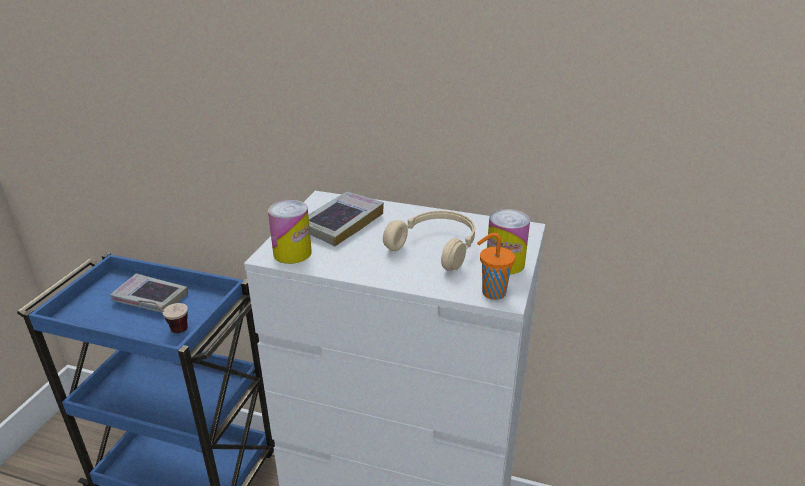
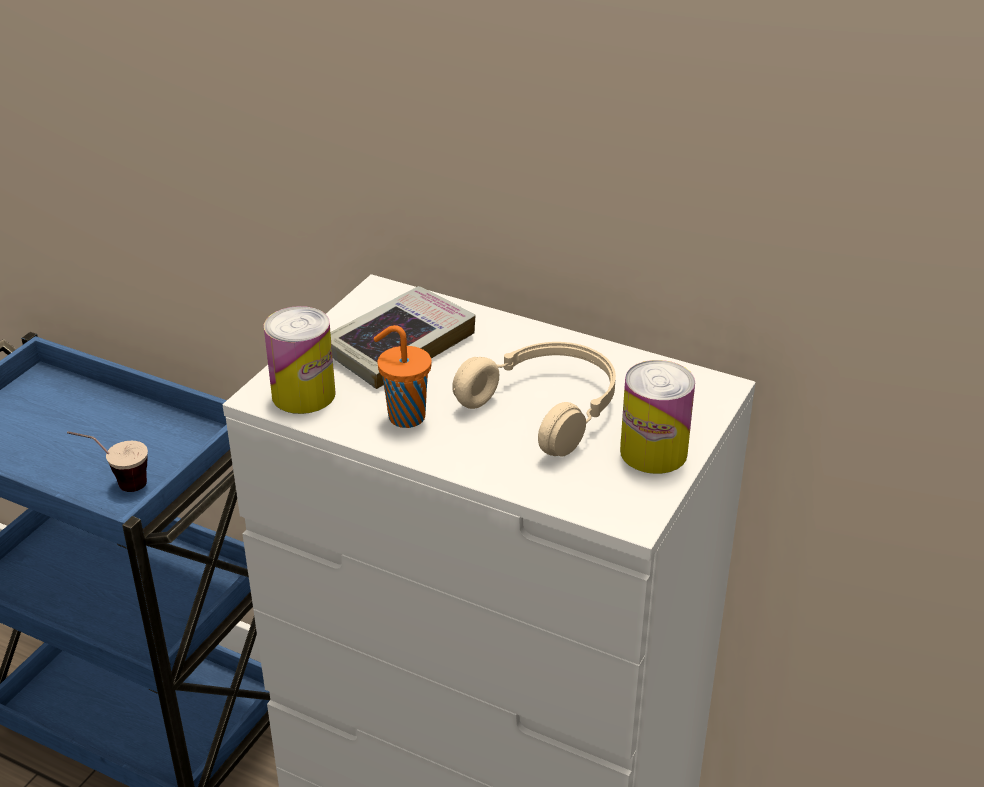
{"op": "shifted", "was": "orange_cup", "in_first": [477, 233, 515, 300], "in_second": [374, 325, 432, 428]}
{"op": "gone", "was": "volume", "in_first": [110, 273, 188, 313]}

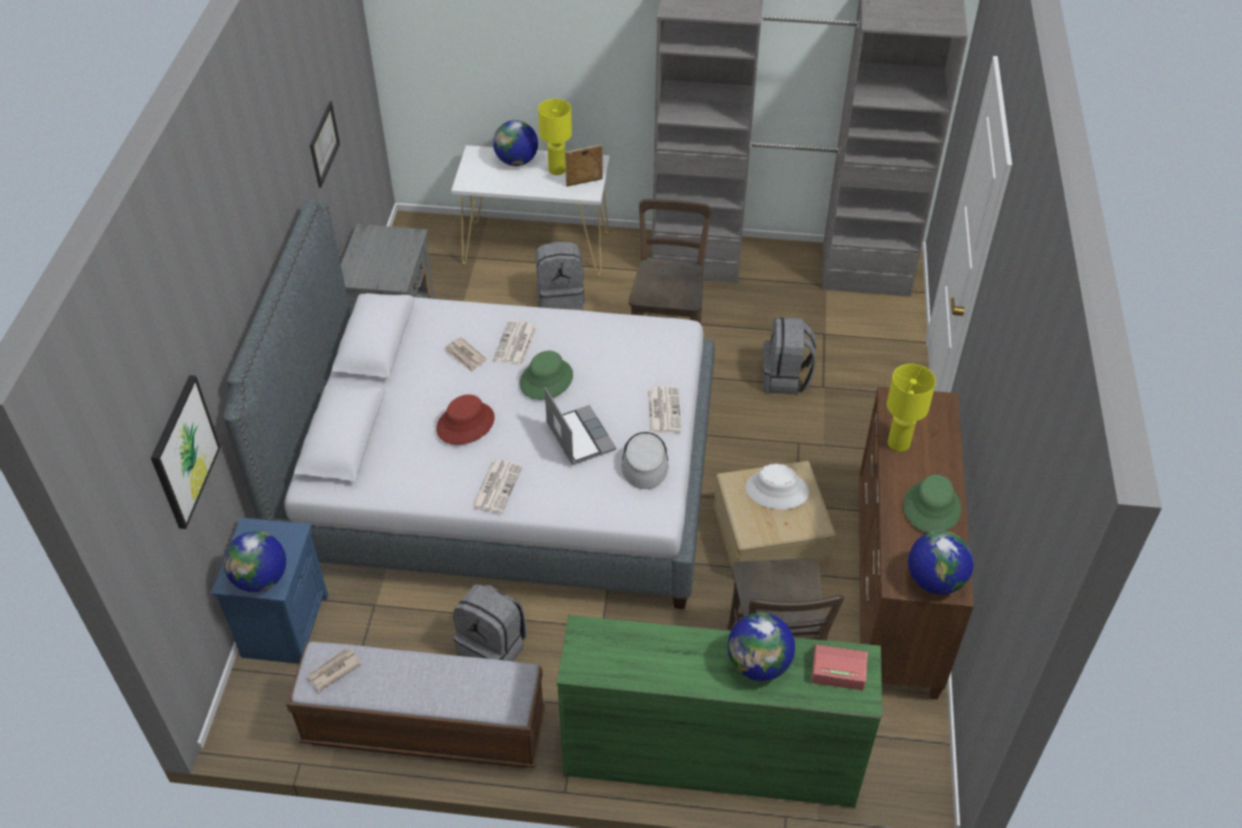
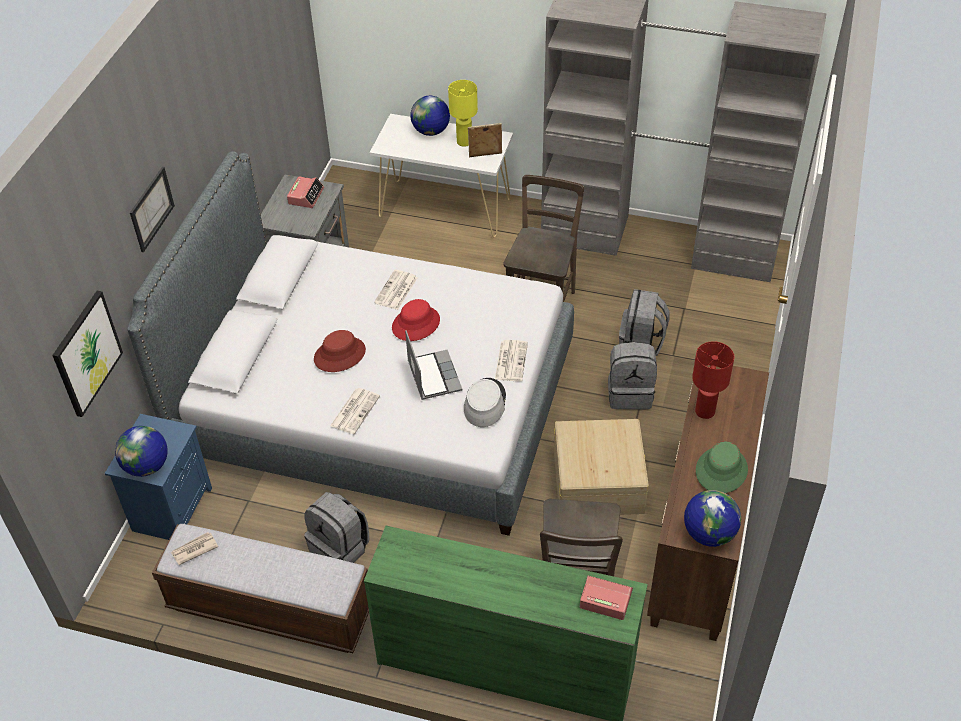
{"op": "shifted", "was": "picture", "in_first": [310, 101, 340, 188], "in_second": [130, 167, 175, 252]}
{"op": "new", "now": "alarm_clock", "in_second": [287, 176, 324, 208]}
{"op": "repainted", "was": "green_hat", "now": "reddish_hat", "in_first": [519, 351, 573, 400], "in_second": [392, 299, 440, 341]}
{"op": "shifted", "was": "grey_rucksack", "in_first": [535, 242, 585, 310], "in_second": [608, 342, 657, 409]}
{"op": "repainted", "was": "yellowish_tabletop_lamp", "now": "reddish_tabletop_lamp", "in_first": [887, 364, 936, 452], "in_second": [692, 341, 734, 419]}
{"op": "gone", "was": "daily_paper", "in_first": [444, 337, 487, 372]}
{"op": "gone", "was": "world_globe", "in_first": [728, 613, 795, 681]}
{"op": "gone", "was": "whitish_hat", "in_first": [745, 464, 809, 509]}

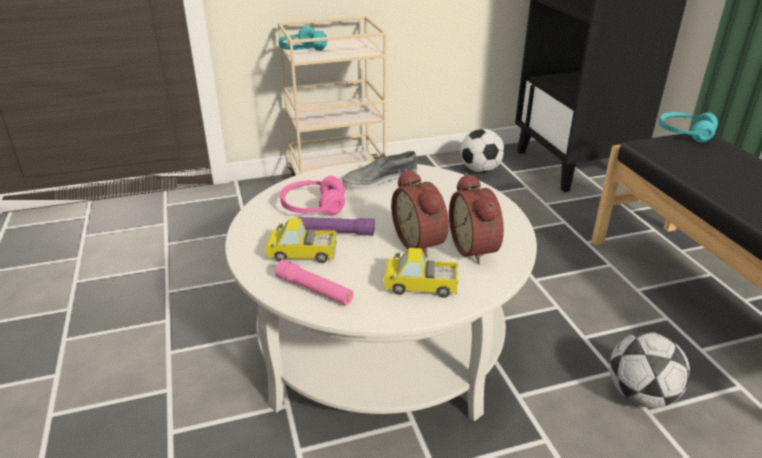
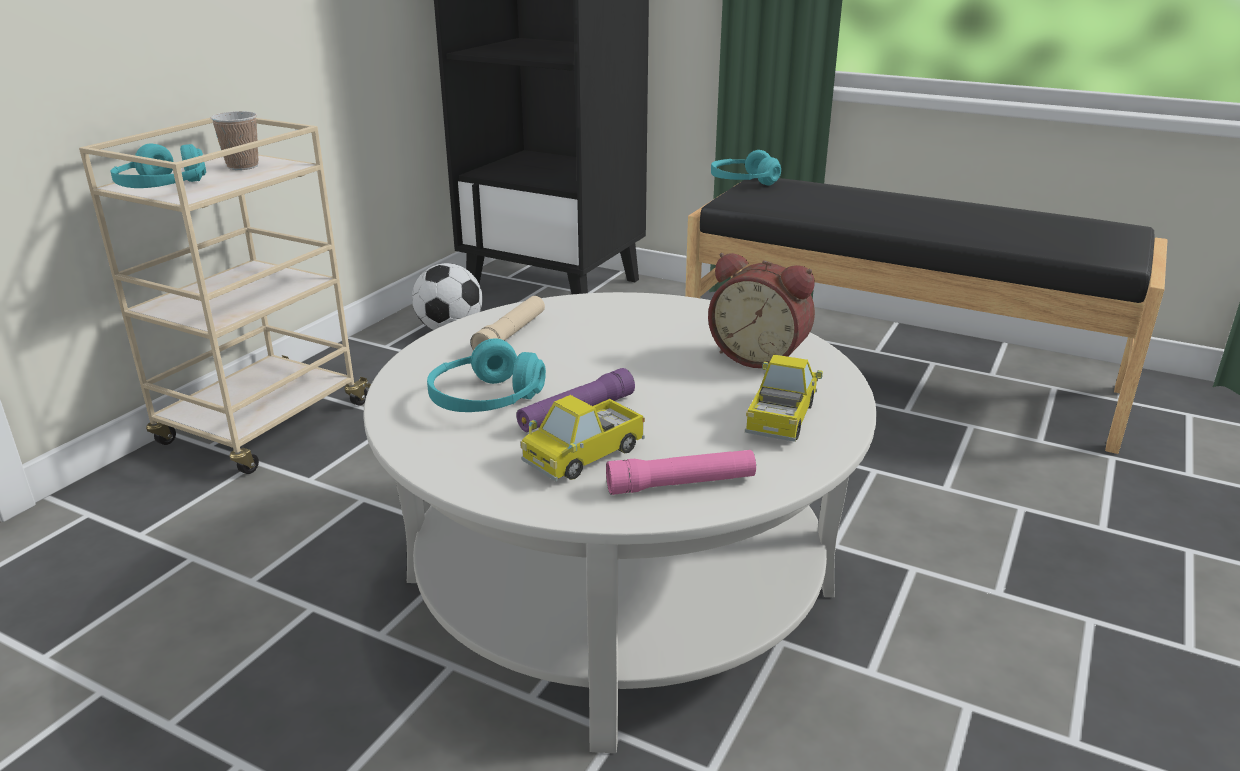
{"op": "new", "now": "cup", "in_second": [210, 111, 259, 170]}
{"op": "repainted", "was": "pink-coloured_pair_of_headphones", "now": "turquoise-coloured_pair_of_headphones", "in_first": [280, 176, 345, 216], "in_second": [427, 338, 546, 412]}
{"op": "swapped", "was": "grey_low_shoe", "now": "beige-coloured_hand_torch", "in_first": [342, 151, 417, 189], "in_second": [470, 296, 545, 351]}
{"op": "rotated", "was": "model_truck", "in_first": [383, 248, 458, 298], "in_second": [745, 355, 823, 442], "clockwise": 150}
{"op": "gone", "was": "alarm_clock", "in_first": [391, 169, 449, 258]}
{"op": "gone", "was": "football", "in_first": [609, 332, 690, 408]}

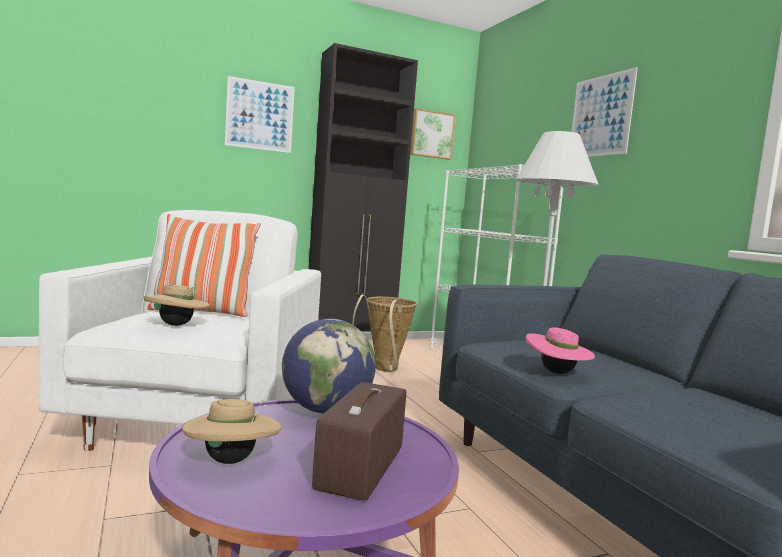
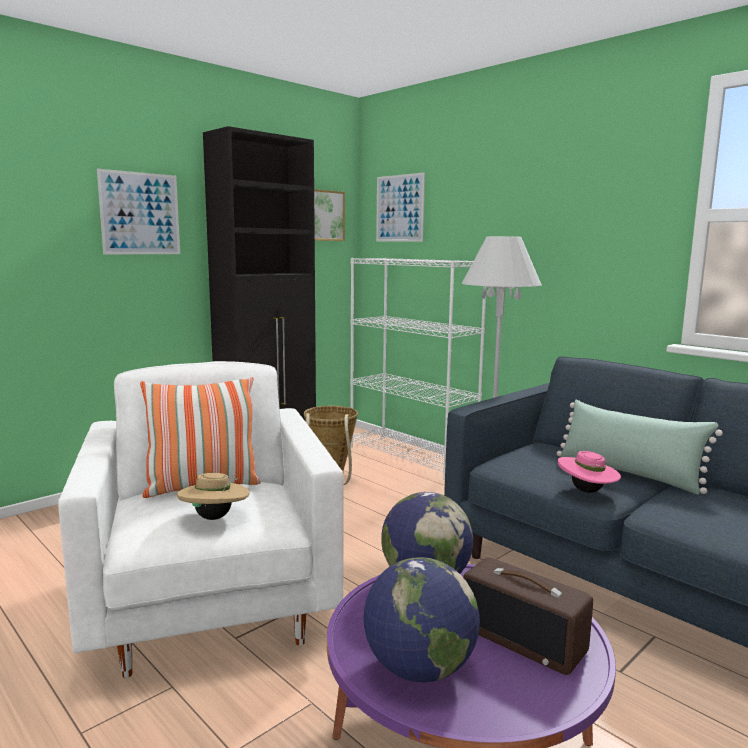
{"op": "swapped", "was": "beige-coloured_hat", "now": "world_globe", "in_first": [182, 399, 281, 464], "in_second": [363, 557, 480, 682]}
{"op": "shifted", "was": "picture", "in_first": [571, 67, 638, 157], "in_second": [376, 172, 425, 242]}
{"op": "rotated", "was": "radio", "in_first": [312, 382, 406, 501], "in_second": [463, 557, 593, 675], "clockwise": -45}
{"op": "new", "now": "green_throw_pillow", "in_second": [557, 399, 723, 495]}

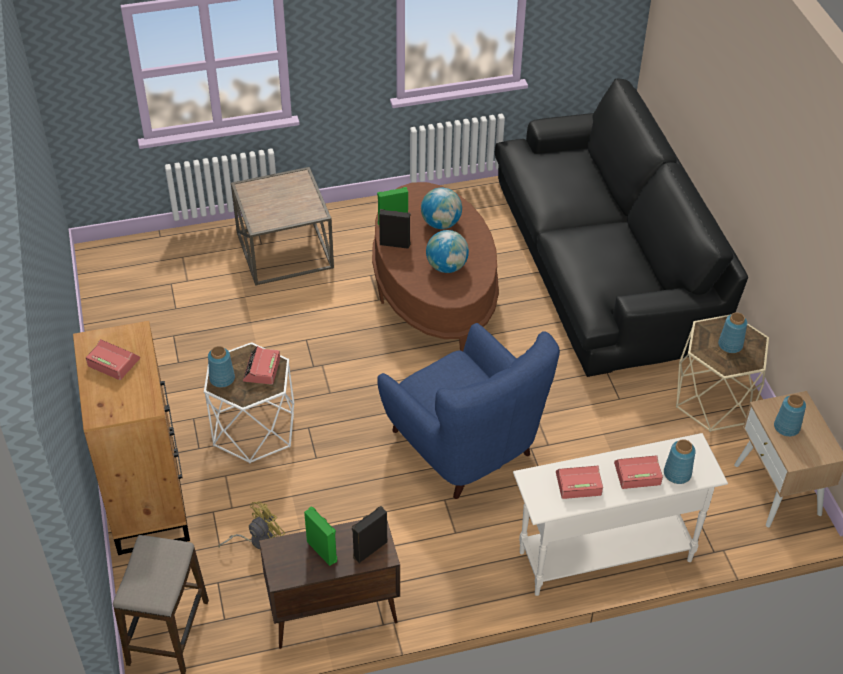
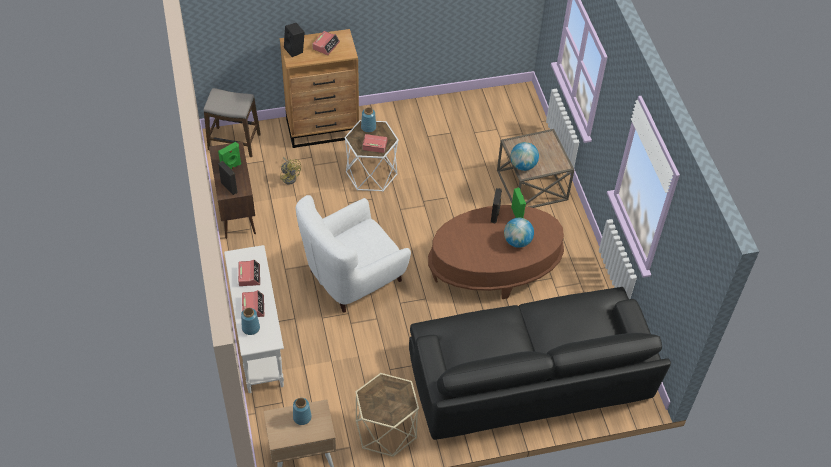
{"op": "new", "now": "black-coloured_speaker", "in_second": [284, 23, 305, 57]}
{"op": "repainted", "was": "bluish_easy_chair", "now": "whitish_easy_chair", "in_first": [377, 323, 560, 499], "in_second": [296, 195, 411, 313]}
{"op": "shifted", "was": "world_globe", "in_first": [426, 230, 469, 273], "in_second": [510, 142, 539, 171]}
{"op": "gone", "was": "bluish_vase", "in_first": [718, 312, 747, 353]}

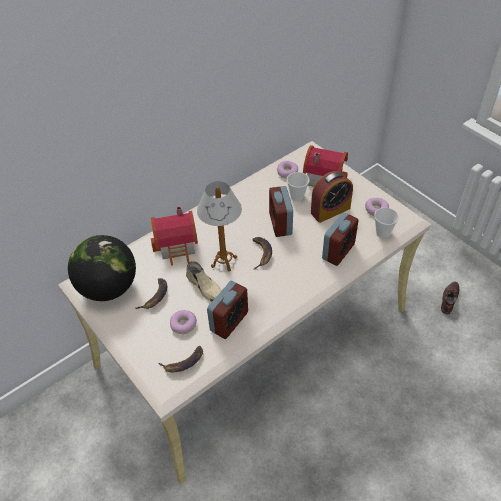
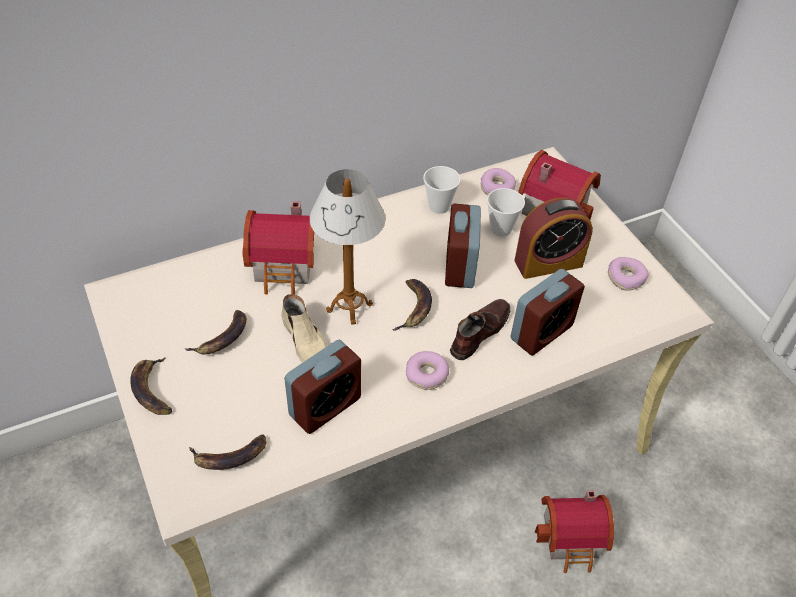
{"op": "new", "now": "whole_banana", "in_second": [130, 358, 172, 415]}
{"op": "shifted", "was": "doughnut", "in_first": [170, 310, 197, 334], "in_second": [406, 351, 449, 390]}
{"op": "shifted", "was": "cup", "in_first": [374, 207, 399, 238], "in_second": [423, 166, 461, 214]}
{"op": "shifted", "was": "brownish_low_shoe", "in_first": [441, 282, 459, 315], "in_second": [450, 299, 510, 360]}
{"op": "new", "now": "model_house", "in_second": [535, 490, 614, 573]}
{"op": "gone", "was": "world_globe", "in_first": [68, 235, 136, 301]}

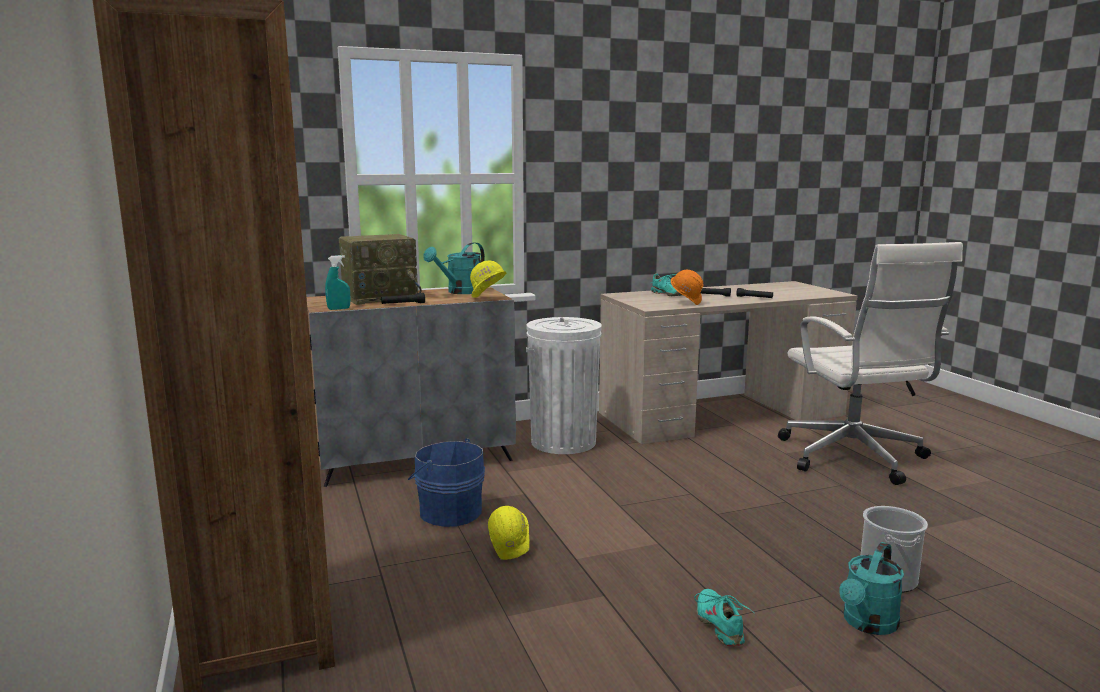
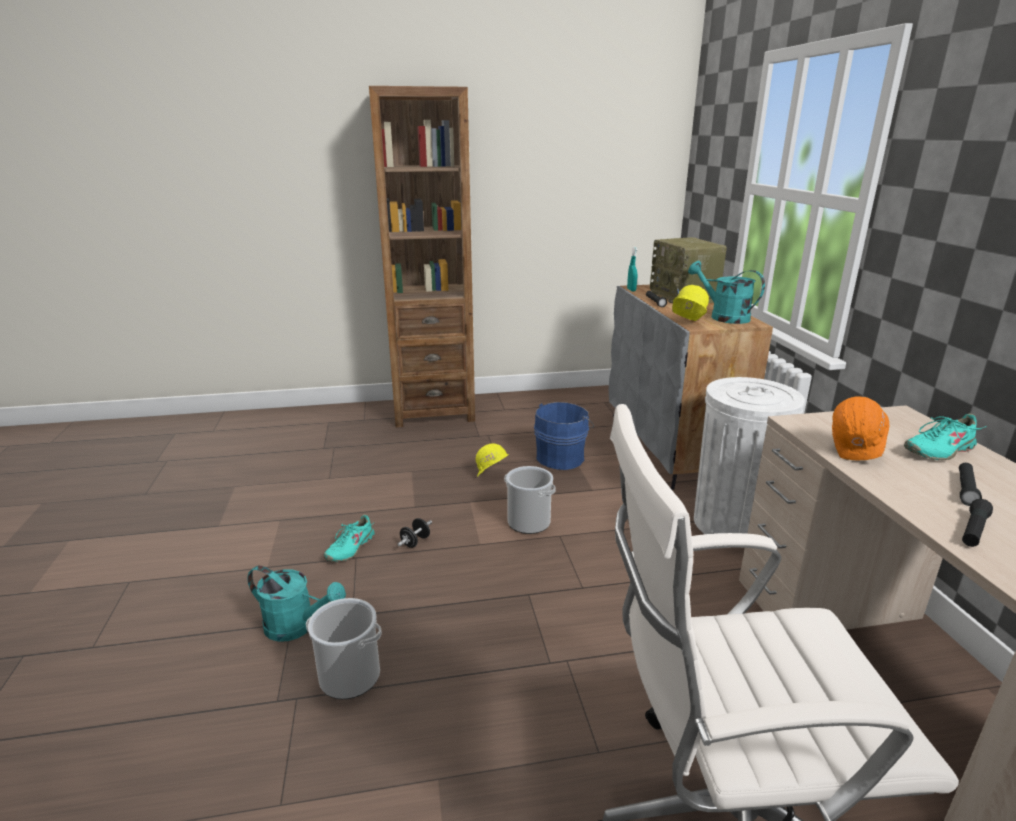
{"op": "rotated", "was": "turquoise-coloured_watering_can", "in_first": [839, 542, 904, 635], "in_second": [247, 566, 346, 642], "clockwise": 150}
{"op": "rotated", "was": "turquoise-coloured_low_shoe", "in_first": [694, 589, 754, 647], "in_second": [323, 514, 375, 562], "clockwise": 120}
{"op": "new", "now": "black-coloured_dumbbell", "in_second": [398, 518, 432, 548]}
{"op": "new", "now": "pail", "in_second": [504, 466, 556, 534]}

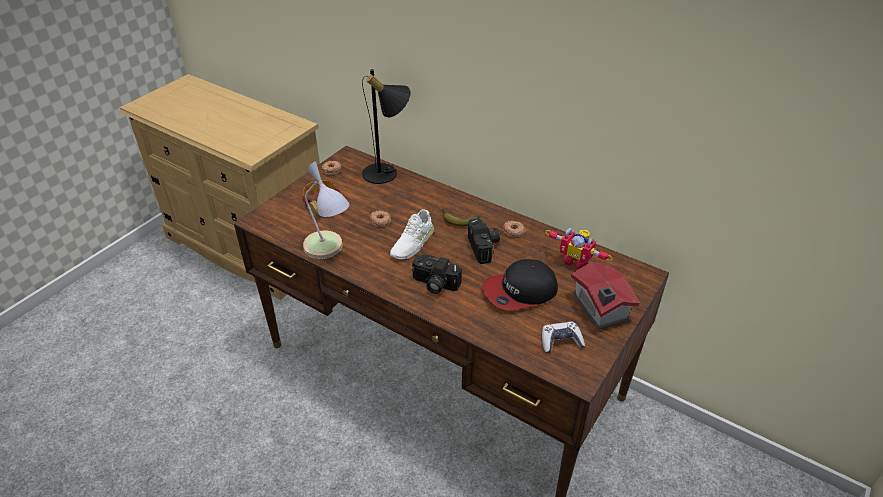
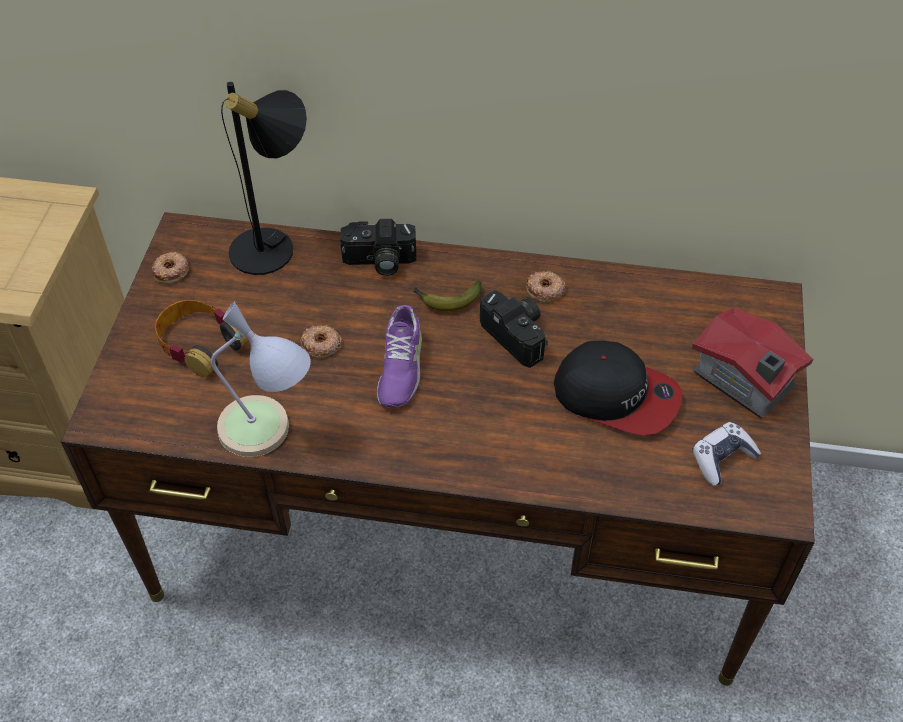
{"op": "shifted", "was": "photo_camera", "in_first": [412, 254, 462, 294], "in_second": [340, 219, 416, 276]}
{"op": "repainted", "was": "whitish_low_shoe", "now": "purple_low_shoe", "in_first": [390, 210, 434, 259], "in_second": [377, 305, 422, 408]}
{"op": "rotated", "was": "cap", "in_first": [482, 259, 558, 310], "in_second": [554, 341, 683, 435], "clockwise": -105}
{"op": "gone", "was": "toy_robot", "in_first": [545, 228, 613, 270]}

